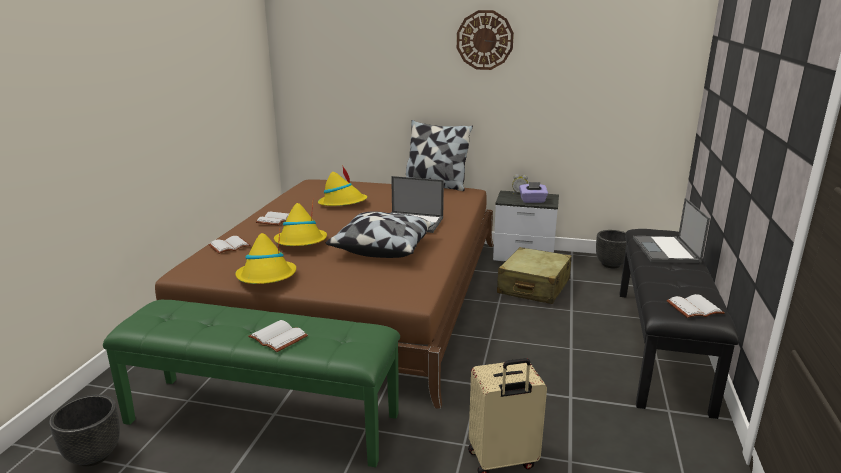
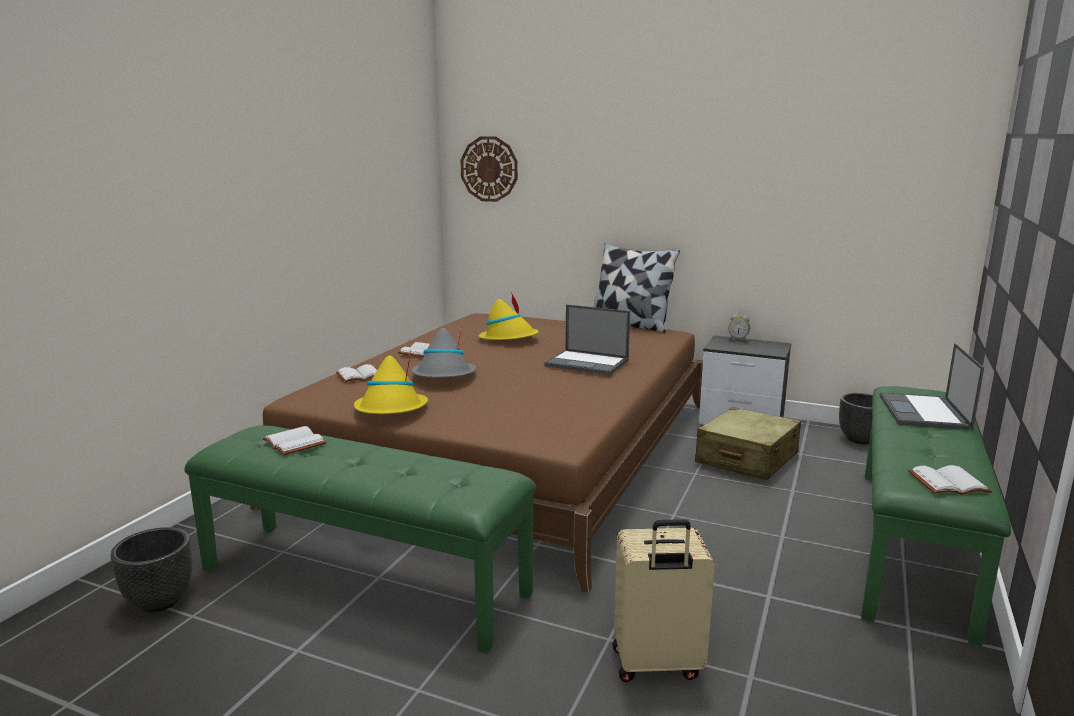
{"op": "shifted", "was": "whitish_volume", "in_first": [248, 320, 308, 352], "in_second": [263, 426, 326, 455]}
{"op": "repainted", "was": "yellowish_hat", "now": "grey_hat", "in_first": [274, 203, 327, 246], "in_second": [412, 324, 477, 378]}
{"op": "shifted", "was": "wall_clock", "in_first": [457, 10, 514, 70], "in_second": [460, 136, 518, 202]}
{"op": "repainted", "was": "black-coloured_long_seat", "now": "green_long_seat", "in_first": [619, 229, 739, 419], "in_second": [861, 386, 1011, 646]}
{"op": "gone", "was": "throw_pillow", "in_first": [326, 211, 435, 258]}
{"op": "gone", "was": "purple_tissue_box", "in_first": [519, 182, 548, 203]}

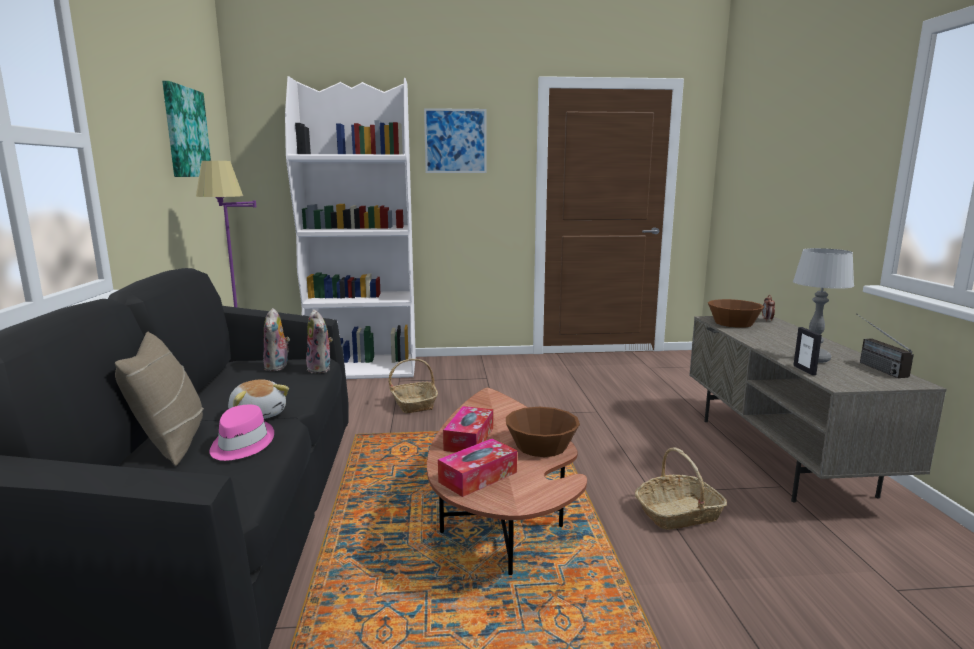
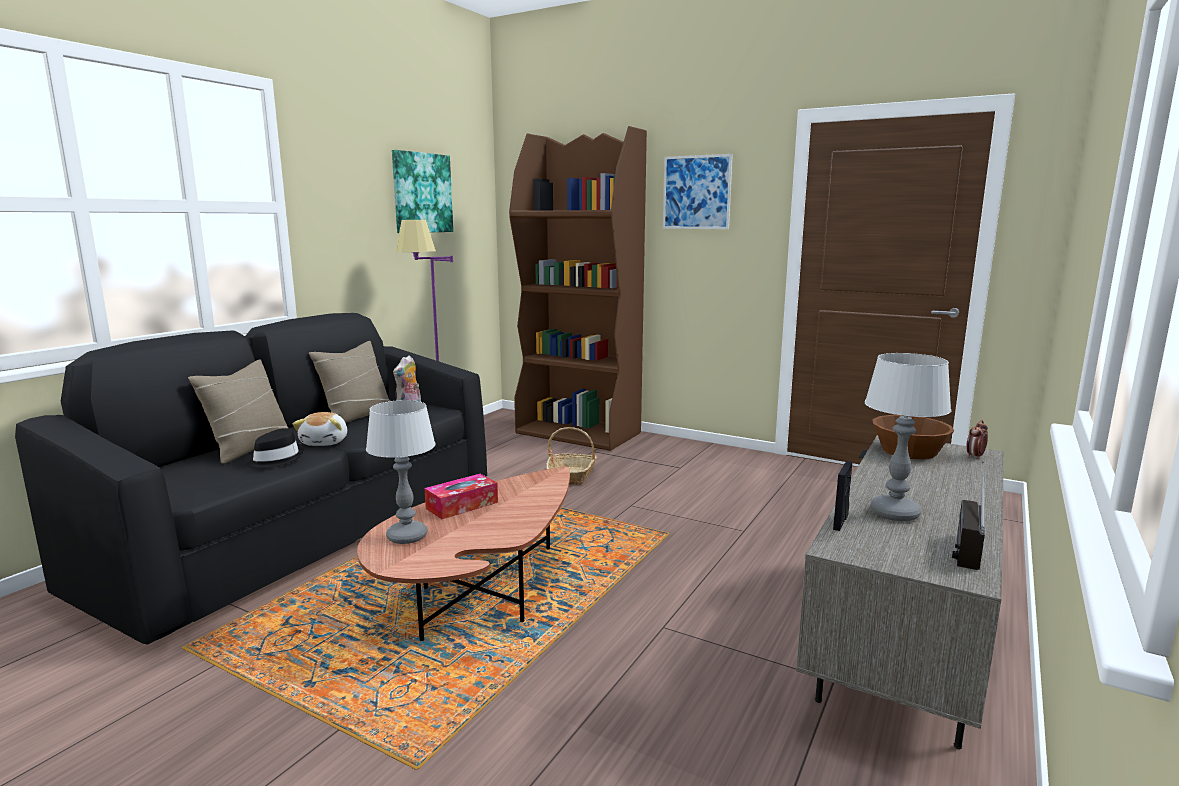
{"op": "repainted", "was": "pink-coloured_hat", "now": "black-coloured_hat", "in_first": [210, 405, 274, 461], "in_second": [246, 428, 304, 469]}
{"op": "new", "now": "beige-coloured_throw_pillow", "in_second": [309, 341, 390, 423]}
{"op": "swapped", "was": "tissue_box", "now": "tabletop_lamp", "in_first": [438, 439, 517, 497], "in_second": [366, 400, 435, 544]}
{"op": "repainted", "was": "whitish_shelving_unit", "now": "brownish_shelving_unit", "in_first": [285, 76, 416, 379], "in_second": [509, 126, 647, 451]}
{"op": "gone", "was": "soft_toy", "in_first": [306, 310, 333, 373]}
{"op": "gone", "was": "brownish_deep_dish", "in_first": [506, 407, 580, 457]}
{"op": "gone", "was": "storage_basket", "in_first": [635, 447, 727, 530]}

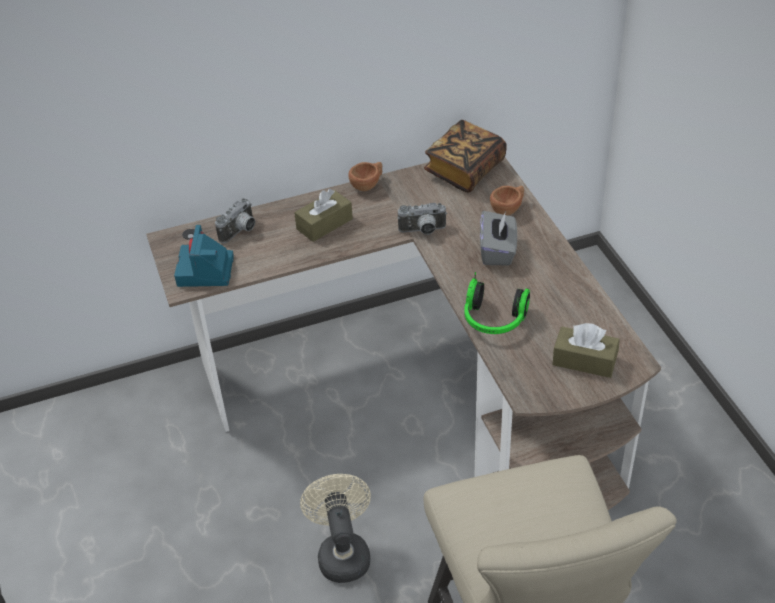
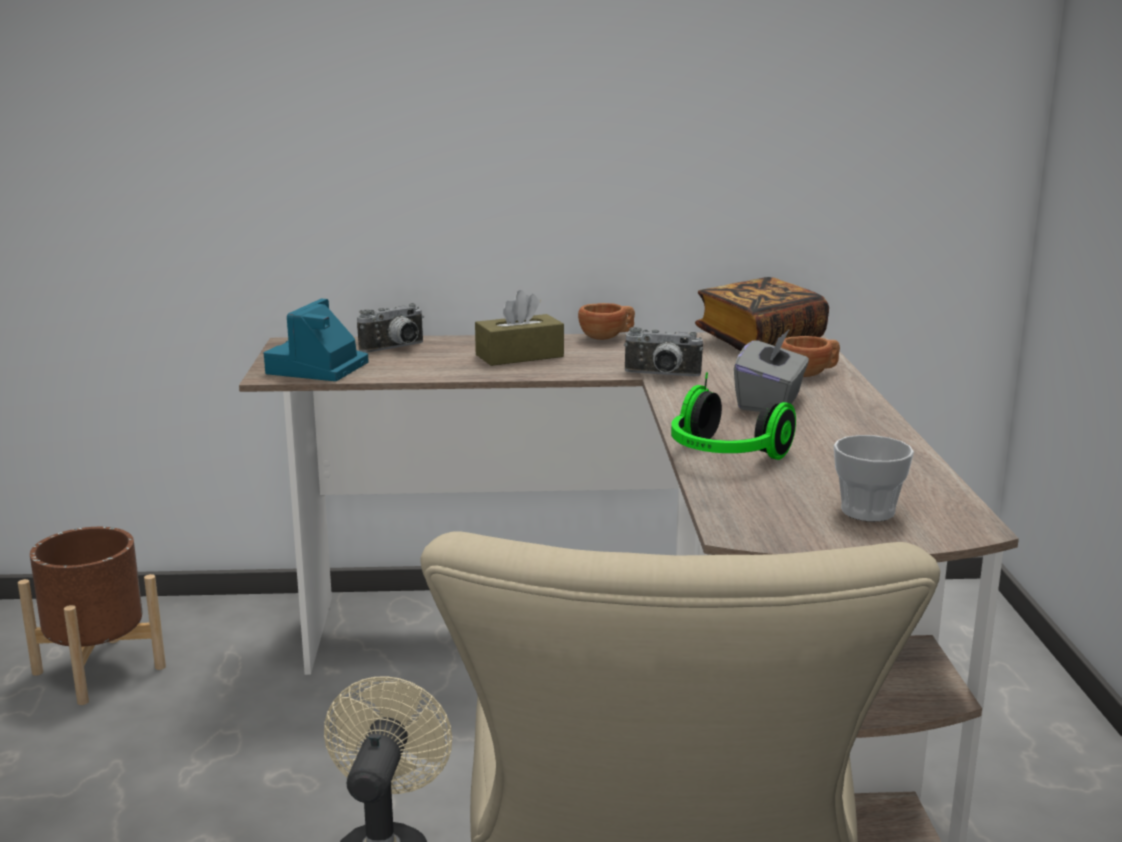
{"op": "new", "now": "brownish_flower_pot", "in_second": [18, 527, 166, 705]}
{"op": "swapped", "was": "brownish_tissue_box", "now": "cup", "in_first": [552, 323, 620, 378], "in_second": [834, 435, 914, 522]}

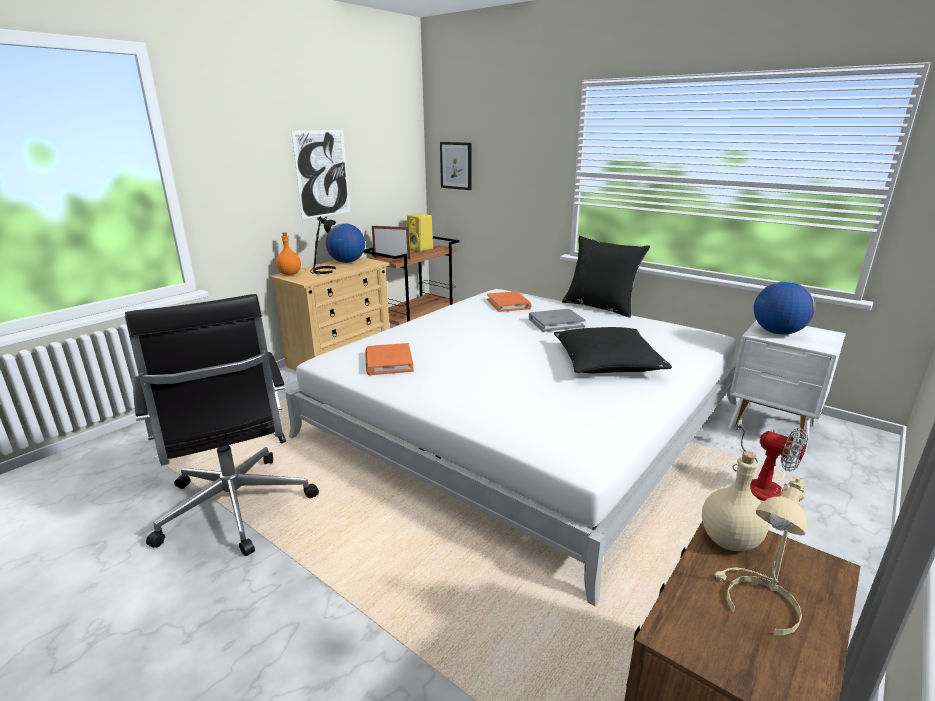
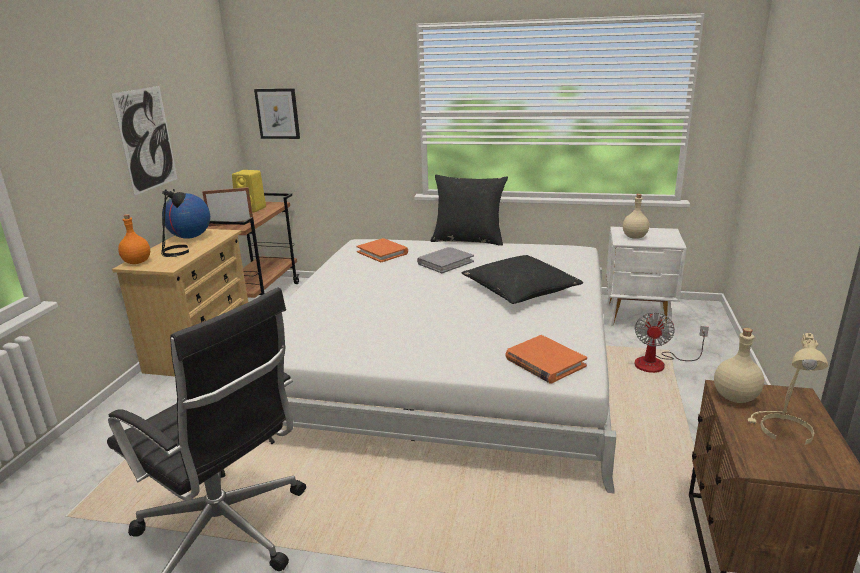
{"op": "shifted", "was": "orange_volume", "in_first": [365, 343, 414, 375], "in_second": [505, 335, 587, 384]}
{"op": "swapped", "was": "world_globe", "now": "beige-coloured_drink_bottle", "in_first": [754, 281, 815, 335], "in_second": [623, 194, 649, 239]}
{"op": "rotated", "was": "fan", "in_first": [733, 419, 808, 501], "in_second": [634, 312, 709, 373], "clockwise": 90}

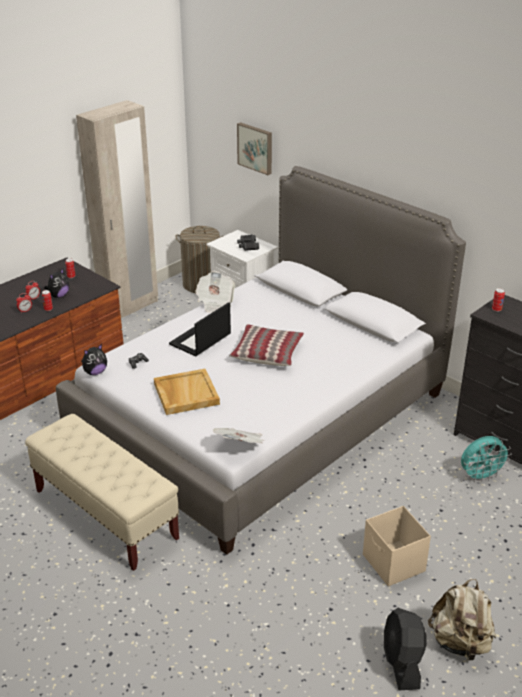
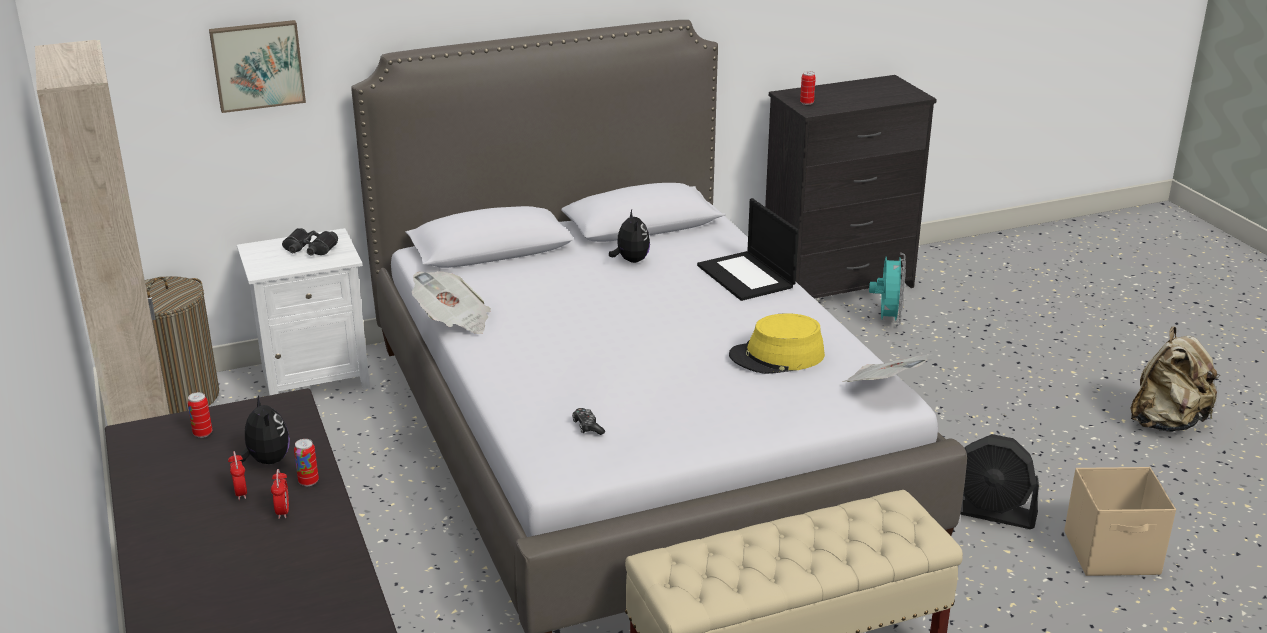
{"op": "shifted", "was": "soft_toy", "in_first": [81, 344, 107, 375], "in_second": [609, 210, 650, 263]}
{"op": "shifted", "was": "laptop", "in_first": [169, 302, 231, 356], "in_second": [697, 198, 799, 301]}
{"op": "new", "now": "yellowish_hat", "in_second": [729, 313, 825, 374]}
{"op": "shifted", "was": "black-coloured_fan", "in_first": [384, 608, 427, 691], "in_second": [960, 434, 1039, 529]}
{"op": "shifted", "was": "beige-coloured_storage_container", "in_first": [363, 506, 431, 586], "in_second": [1064, 467, 1176, 576]}
{"op": "gone", "was": "beige-coloured_carrying_tray", "in_first": [154, 369, 220, 415]}
{"op": "gone", "was": "throw_pillow", "in_first": [229, 324, 304, 366]}

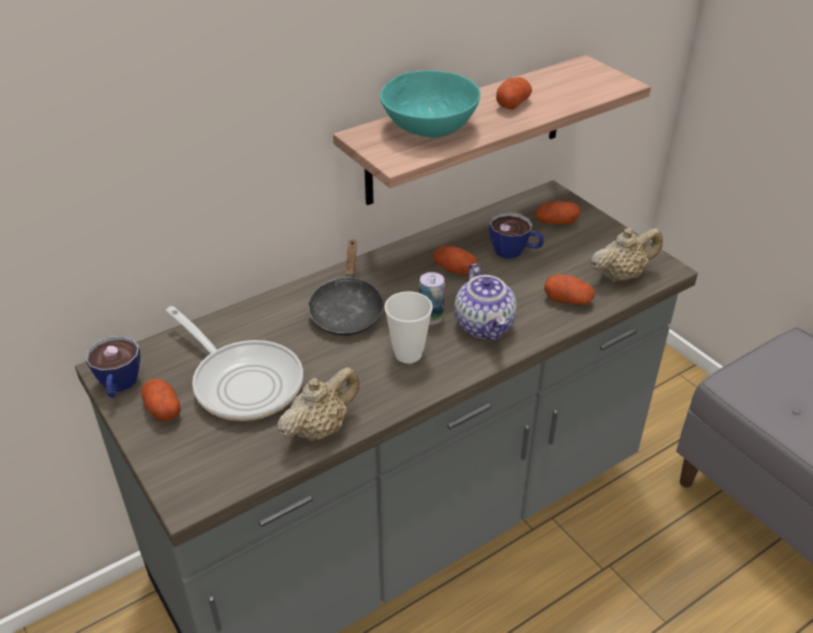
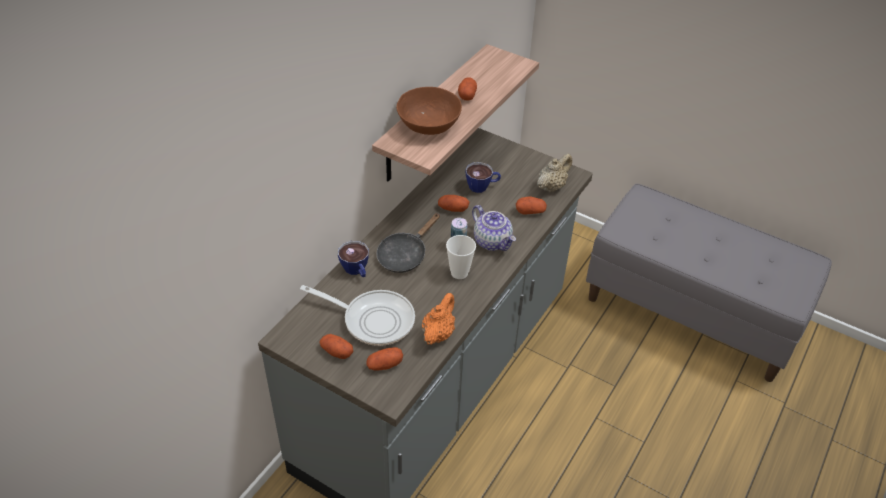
{"op": "shifted", "was": "cup", "in_first": [85, 336, 140, 398], "in_second": [338, 241, 369, 277]}
{"op": "shifted", "was": "whole_potato", "in_first": [535, 201, 580, 224], "in_second": [366, 347, 403, 371]}
{"op": "rotated", "was": "black-coloured_pan", "in_first": [307, 239, 385, 336], "in_second": [377, 213, 440, 273], "clockwise": 60}
{"op": "repainted", "was": "turquoise-coloured_deep_dish", "now": "brownish_deep_dish", "in_first": [380, 70, 481, 138], "in_second": [396, 87, 462, 135]}
{"op": "repainted", "was": "beige-coloured_tea_pot", "now": "orange_tea_pot", "in_first": [277, 367, 360, 442], "in_second": [422, 293, 455, 345]}

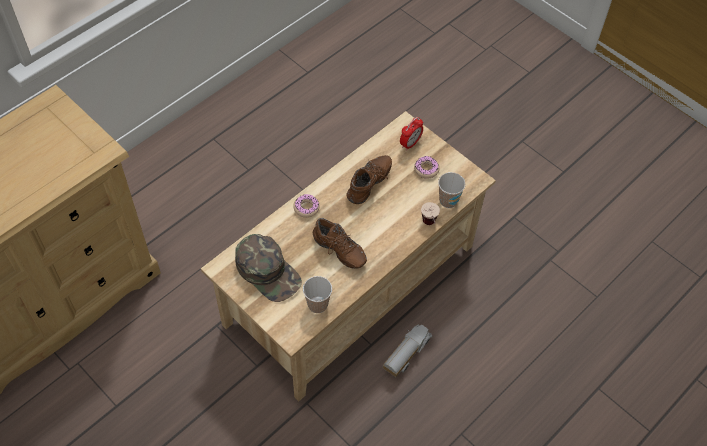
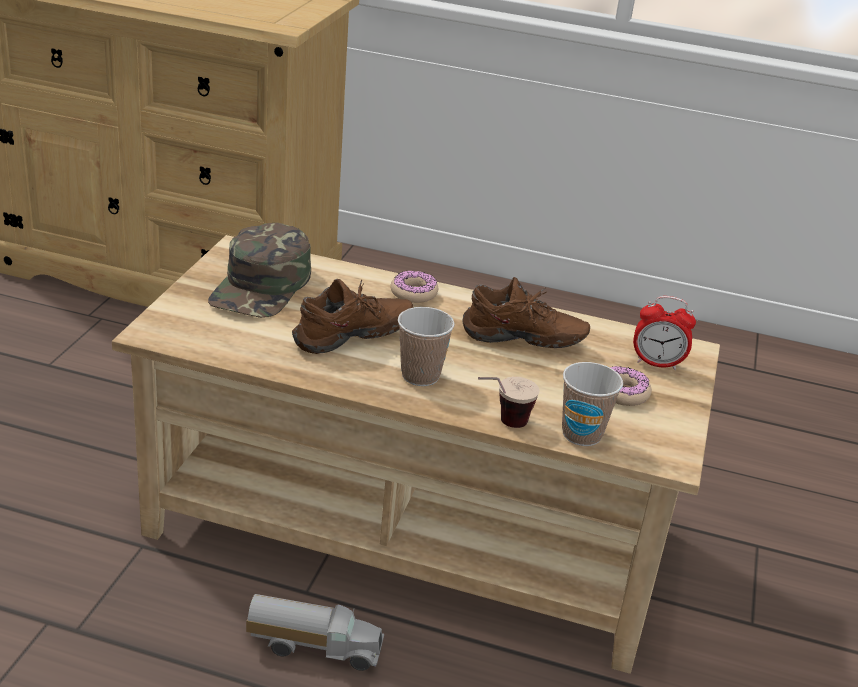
{"op": "rotated", "was": "brownish_low_shoe", "in_first": [313, 218, 367, 269], "in_second": [292, 279, 413, 354], "clockwise": -135}
{"op": "shifted", "was": "cup", "in_first": [303, 276, 332, 313], "in_second": [398, 307, 455, 386]}

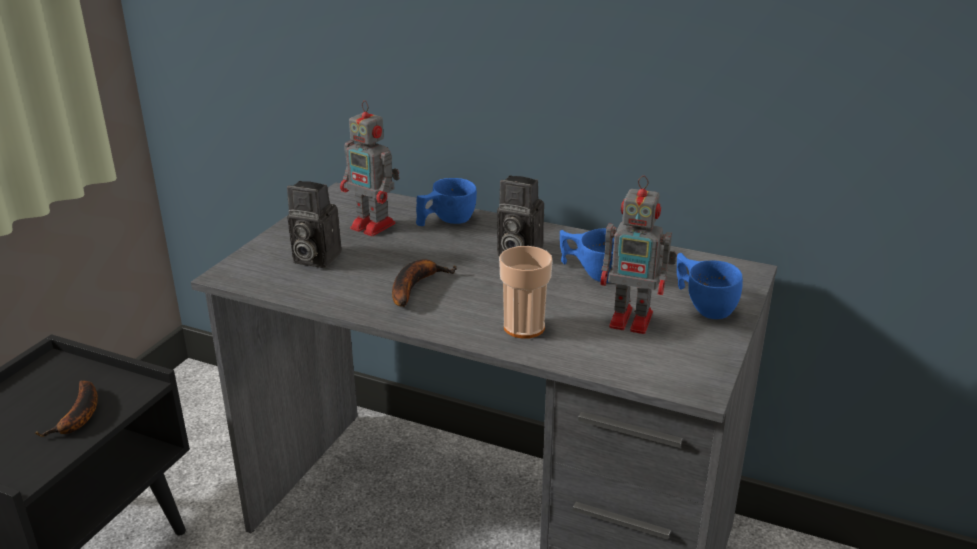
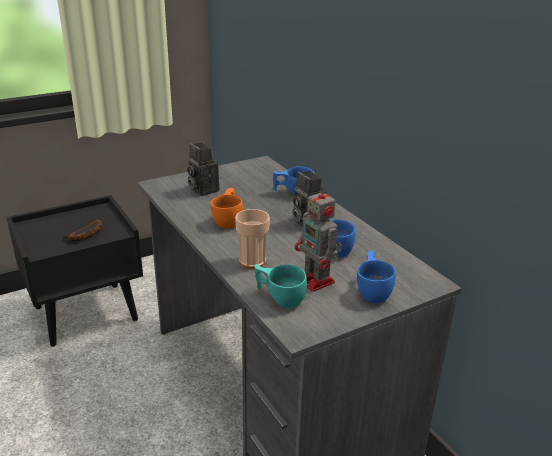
{"op": "swapped", "was": "whole_banana", "now": "orange_cup", "in_first": [392, 259, 457, 307], "in_second": [211, 188, 243, 229]}
{"op": "new", "now": "turquoise-coloured_cup", "in_second": [255, 264, 307, 308]}
{"op": "gone", "was": "toy_robot", "in_first": [340, 100, 399, 236]}

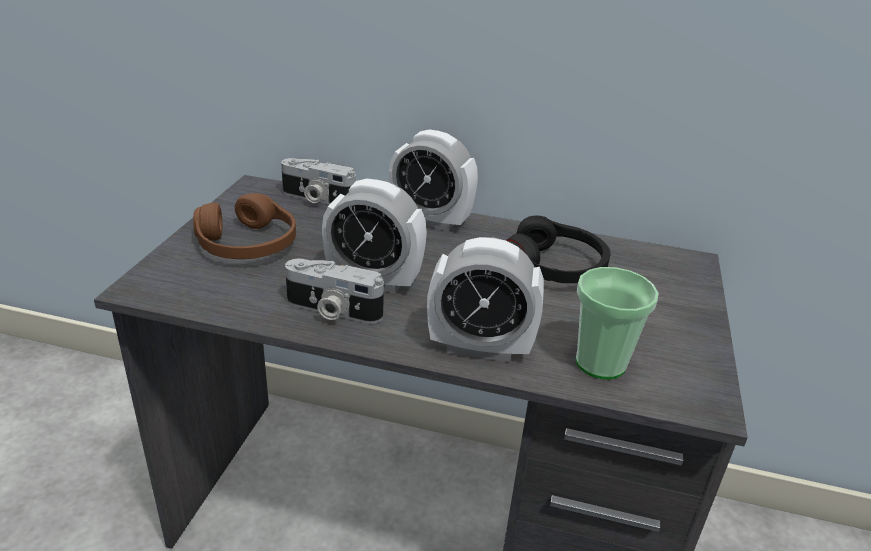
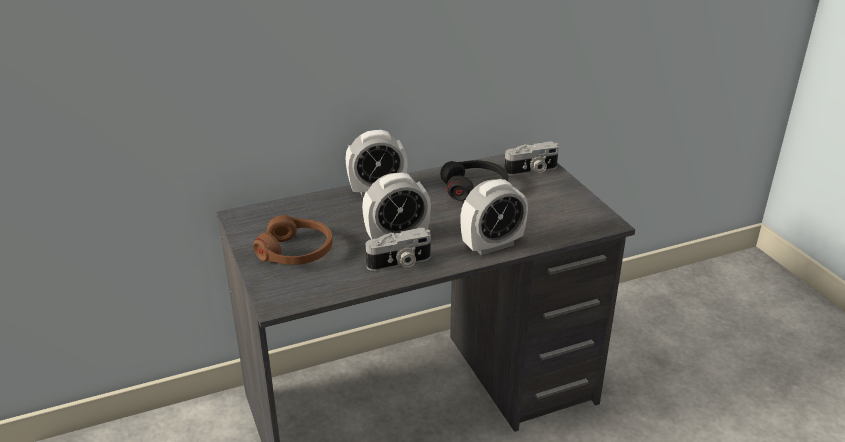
{"op": "shifted", "was": "photo_camera", "in_first": [281, 158, 356, 205], "in_second": [504, 141, 559, 176]}
{"op": "gone", "was": "cup", "in_first": [576, 267, 659, 379]}

